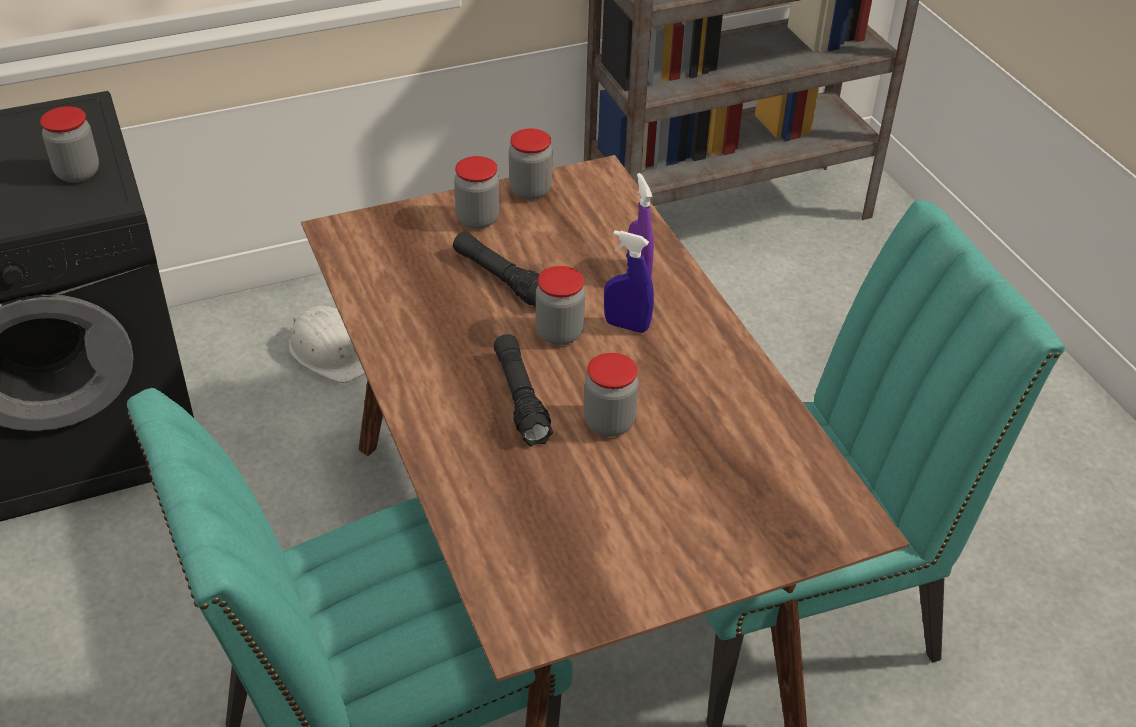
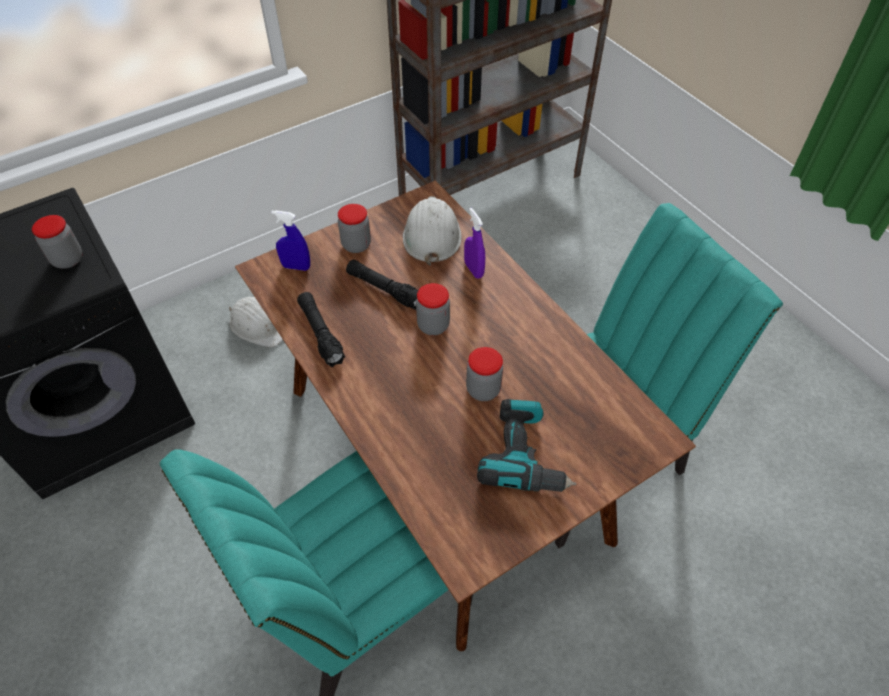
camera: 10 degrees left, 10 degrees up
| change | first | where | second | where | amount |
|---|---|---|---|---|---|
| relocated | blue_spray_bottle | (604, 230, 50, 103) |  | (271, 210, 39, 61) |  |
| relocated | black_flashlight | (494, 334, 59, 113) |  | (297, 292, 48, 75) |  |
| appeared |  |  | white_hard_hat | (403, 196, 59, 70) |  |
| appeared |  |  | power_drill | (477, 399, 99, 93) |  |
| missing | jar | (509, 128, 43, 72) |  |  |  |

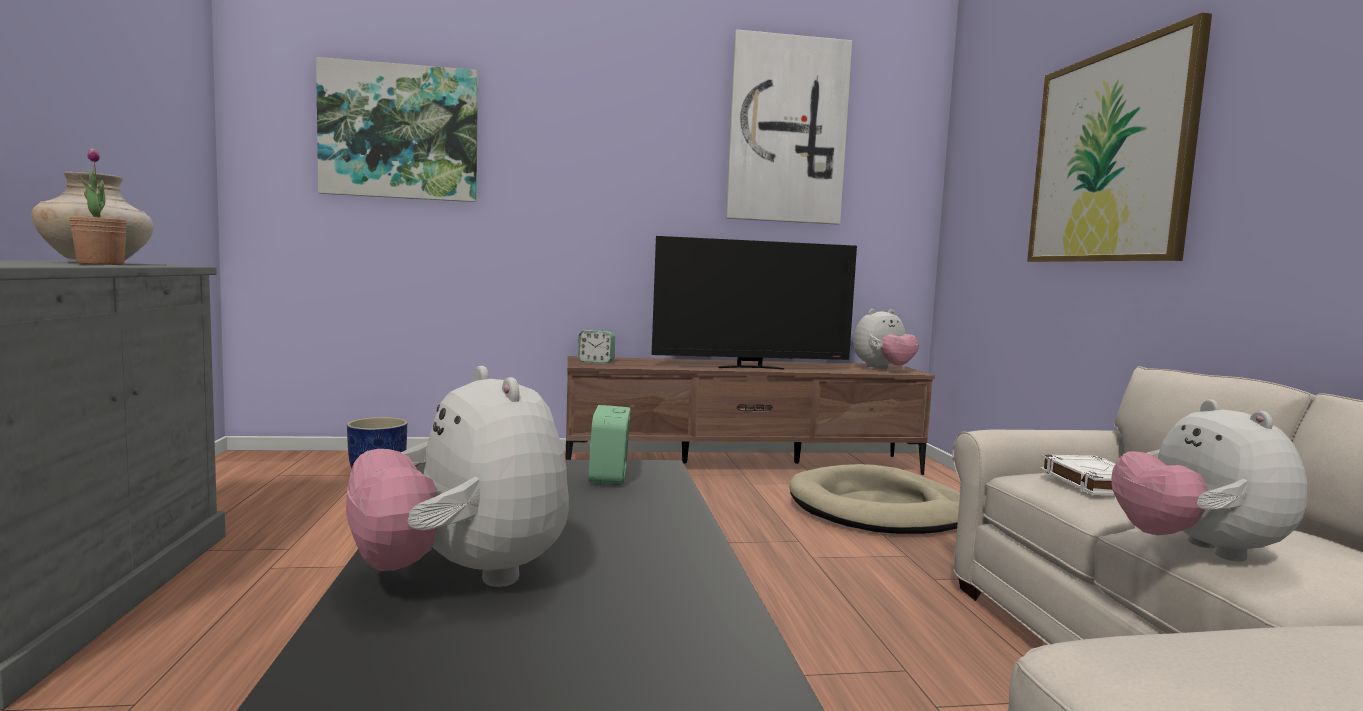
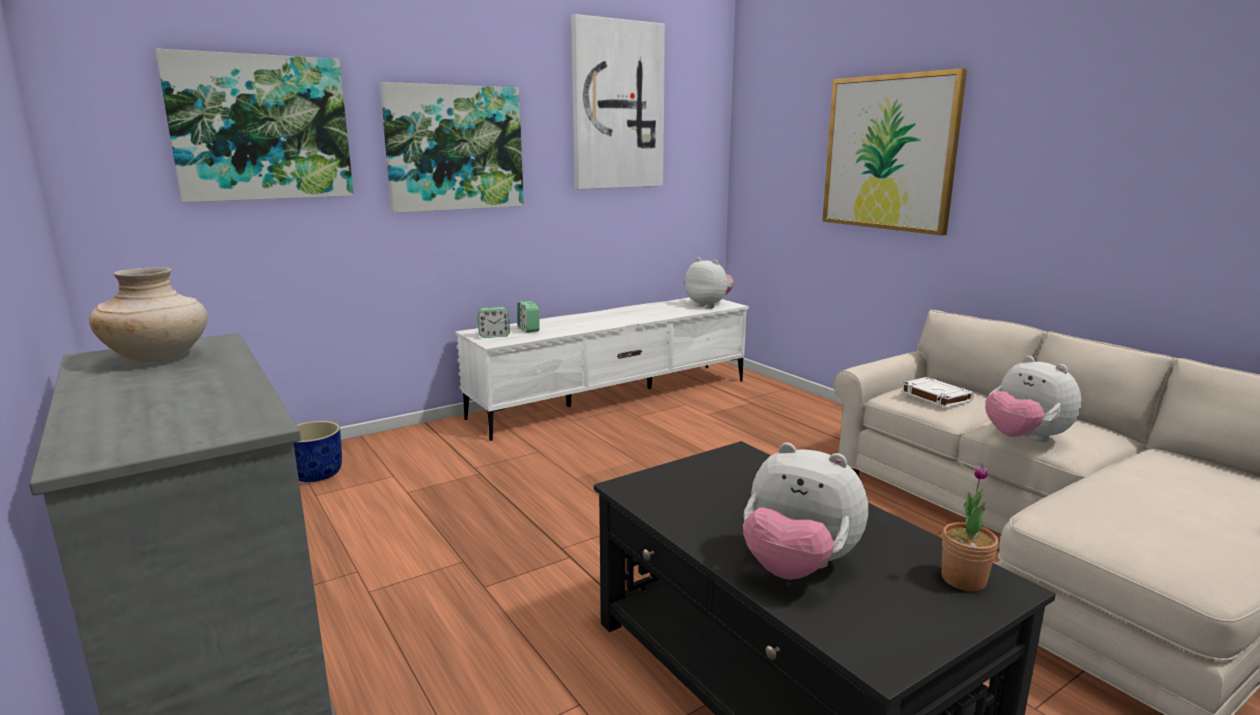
camera: 25 degrees left, 10 degrees up
| change | first | where | second | where | amount |
|---|---|---|---|---|---|
| appeared |  |  | picture | (380, 82, 144, 131) |  |
| colour | brown_tv_stand | (565, 356, 370, 119) | white_tv_stand | (455, 297, 294, 144) |  |
| relocated | alarm_clock | (588, 405, 43, 80) |  | (517, 301, 23, 32) |  |
| spun | plush_toy | (853, 309, 66, 60) |  | (685, 258, 49, 50) | 90 degrees counterclockwise |
| relocated | potted_plant | (70, 148, 57, 117) |  | (942, 463, 56, 128) |  |
| missing | television | (652, 236, 205, 134) |  |  |  |
| missing | beige_dog_bed | (789, 464, 171, 70) |  |  |  |

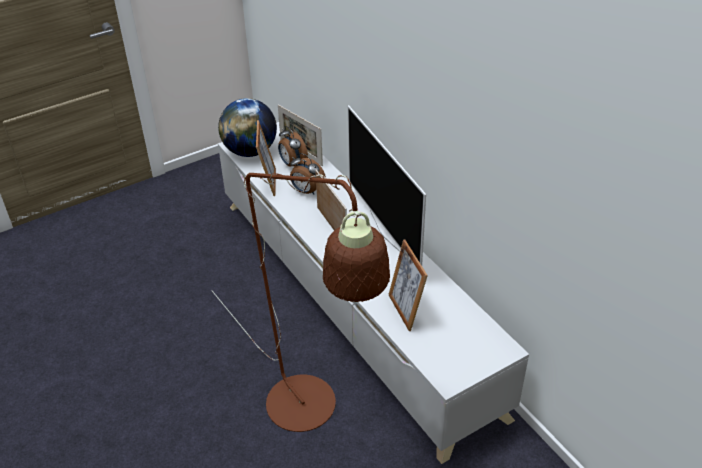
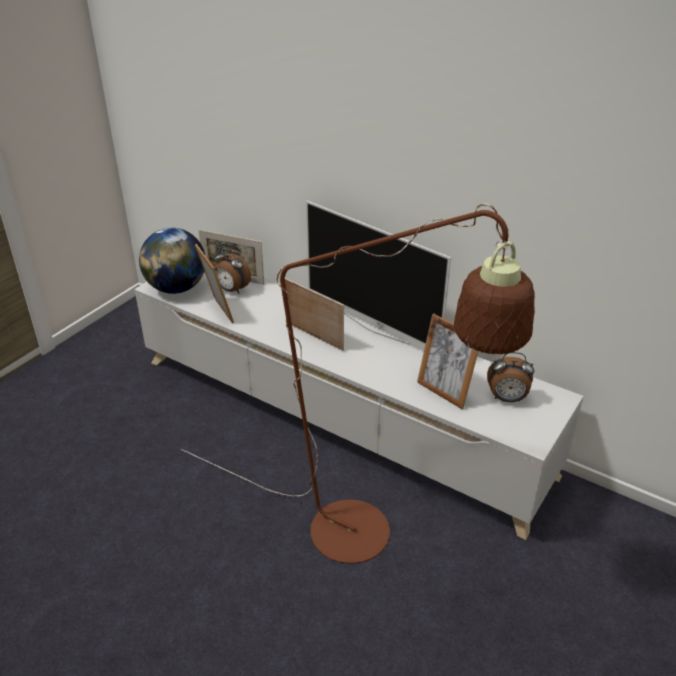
camera: 25 degrees left, 5 degrees down
| change | first | where | second | where | amount |
|---|---|---|---|---|---|
| relocated | alarm_clock | (290, 153, 36, 42) |  | (487, 352, 47, 50) |  |

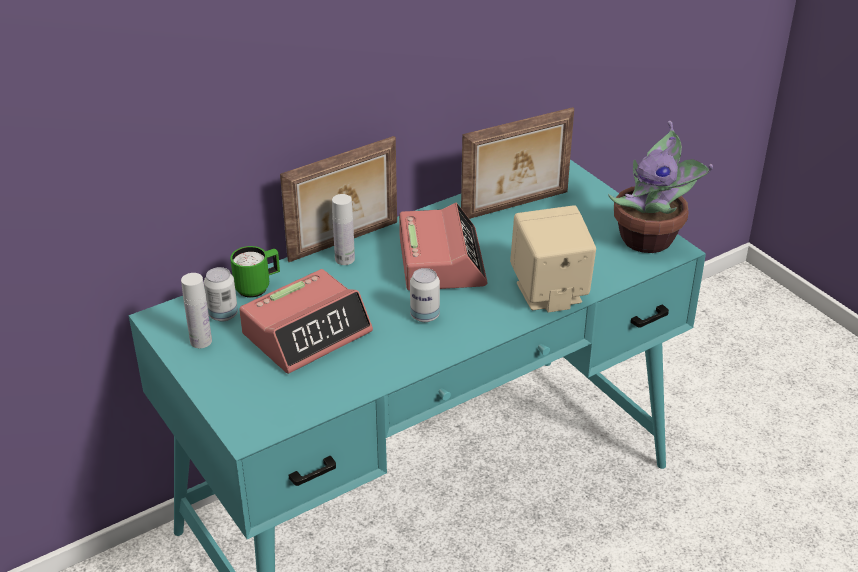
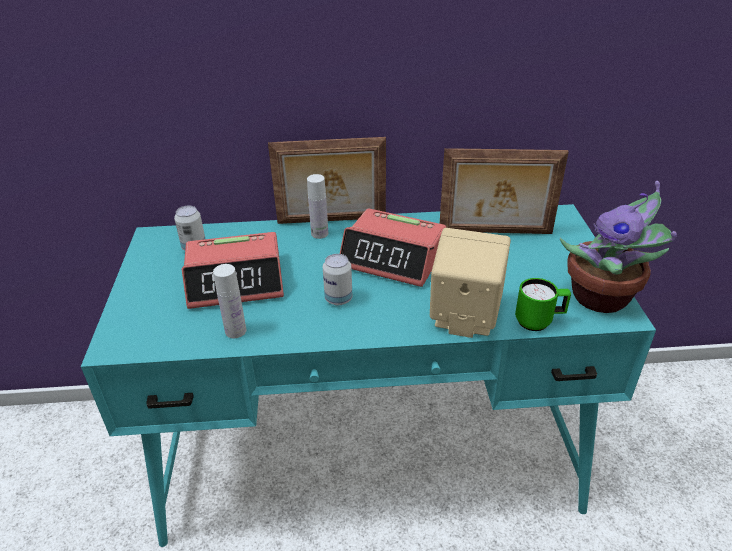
camera: 30 degrees right, 0 degrees up
| change | first | where | second | where | amount |
|---|---|---|---|---|---|
| relocated | white_bottle | (181, 273, 31, 75) |  | (213, 264, 33, 74) |  |
| spun | alarm_clock | (399, 203, 89, 88) |  | (340, 208, 106, 79) | 90 degrees clockwise |
| relocated | green_mug | (230, 246, 50, 52) |  | (515, 278, 56, 53) |  |

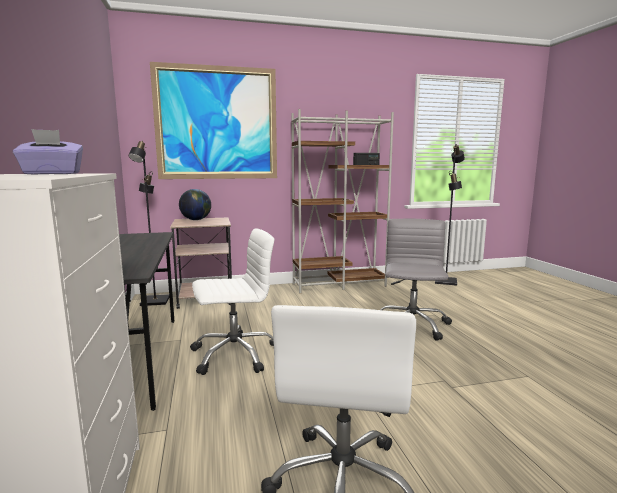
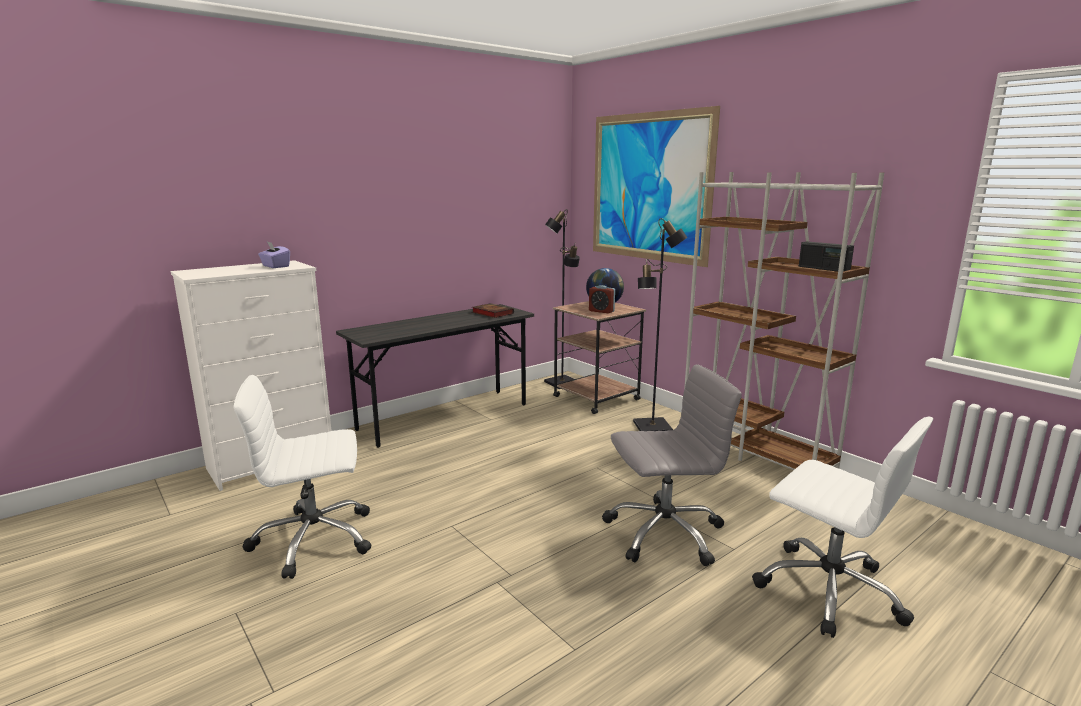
camera: 65 degrees right, 5 degrees up
| change | first | where | second | where | amount |
|---|---|---|---|---|---|
| appeared |  |  | book | (472, 303, 42, 15) |  |
| appeared |  |  | alarm_clock | (589, 285, 26, 29) |  |
| relocated | black_floor_lamp | (435, 144, 30, 142) |  | (633, 218, 54, 213) |  |
| relocated | white_office_chair | (190, 228, 85, 147) |  | (752, 417, 181, 221) |  |

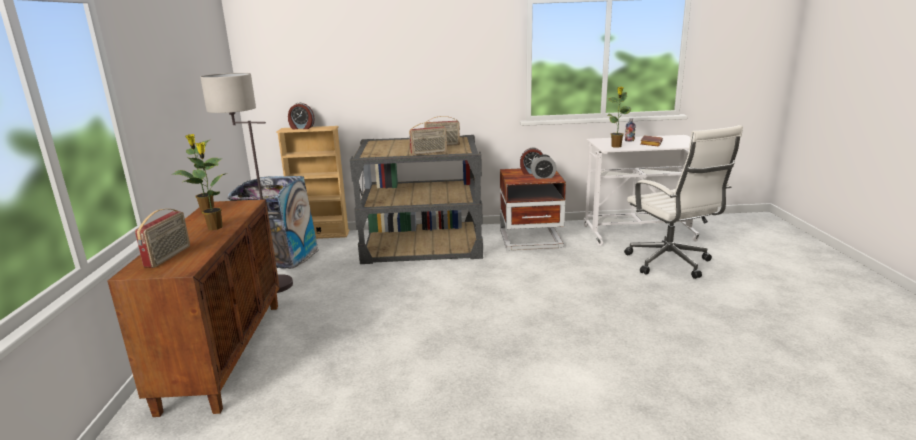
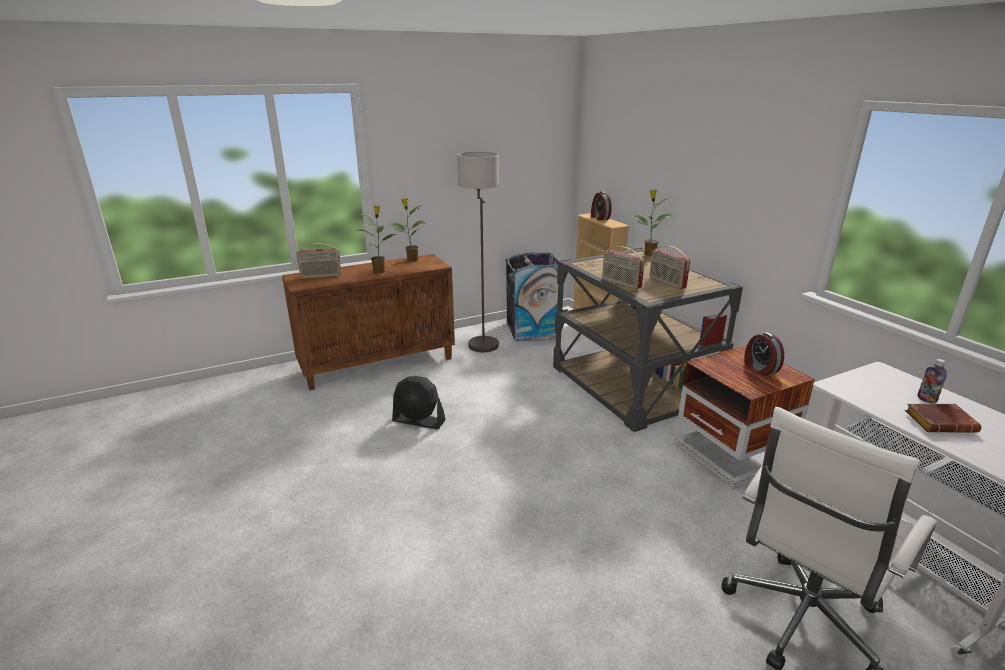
camera: 65 degrees right, 5 degrees up
| change | first | where | second | where | amount |
|---|---|---|---|---|---|
| appeared |  |  | black_fan | (392, 376, 54, 53) |  |
| relocated | potted_plant | (607, 87, 24, 61) |  | (631, 189, 43, 67) |  |
| missing | alarm_clock | (530, 154, 27, 25) |  |  |  |

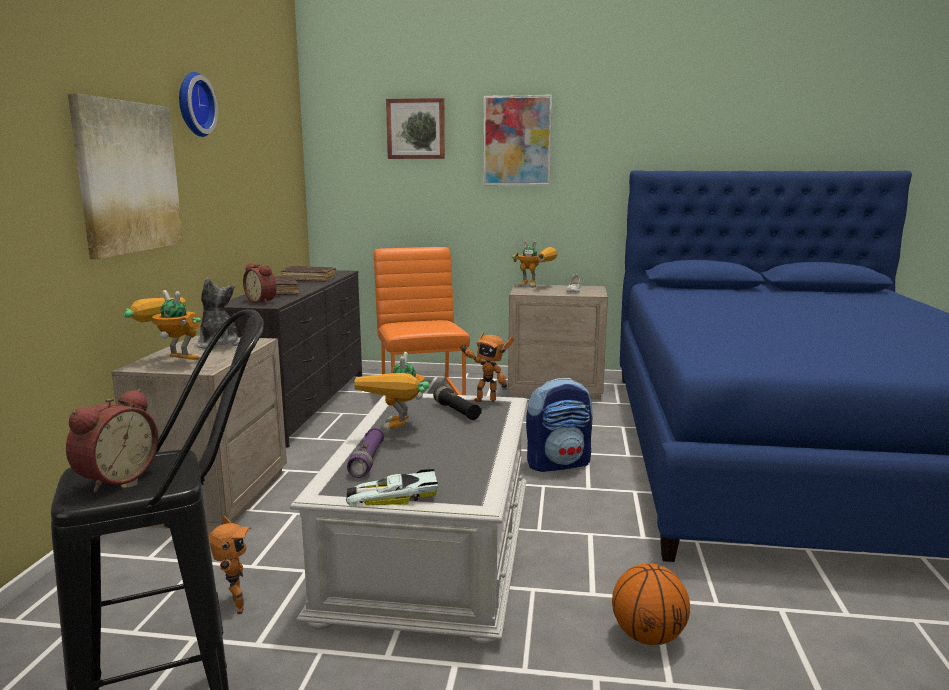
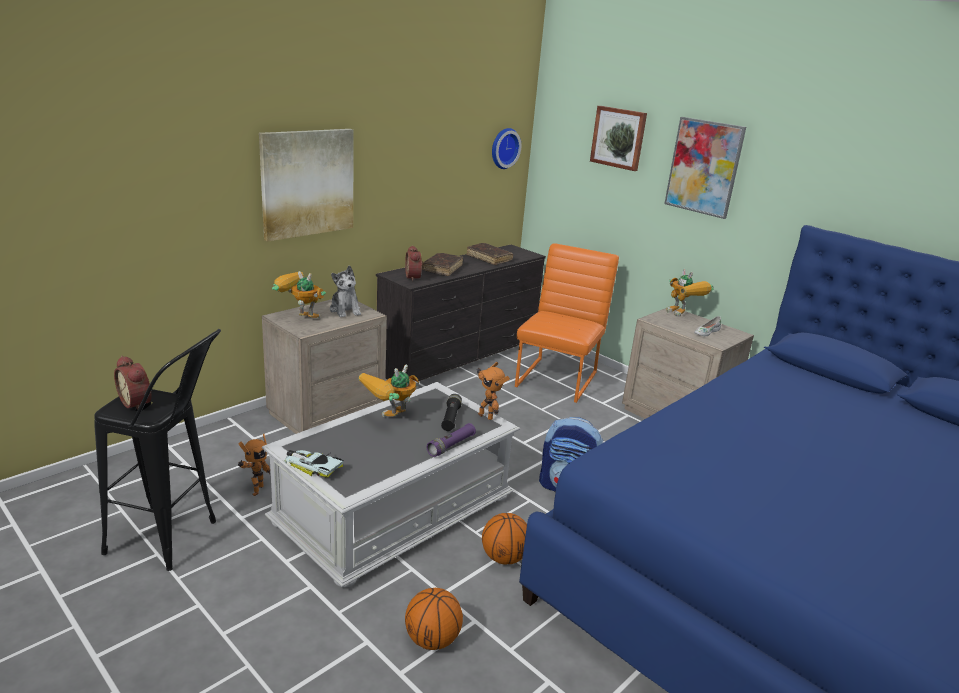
camera: 35 degrees right, 10 degrees up
| change | first | where | second | where | amount |
|---|---|---|---|---|---|
| spun | alarm_clock | (66, 389, 92, 103) |  | (114, 356, 37, 54) | 75 degrees clockwise |
| spun | toy_robot | (124, 290, 78, 70) |  | (272, 271, 54, 47) | 45 degrees counterclockwise |
| spun | plush_toy | (197, 278, 43, 71) |  | (330, 265, 31, 52) | 150 degrees clockwise |
| relocated | purple_flashlight | (347, 428, 37, 50) |  | (427, 423, 49, 34) |  |
| appeared |  |  | basketball | (482, 513, 45, 52) |  |
| relocated | wall_clock | (179, 72, 39, 65) |  | (492, 128, 29, 41) |  |

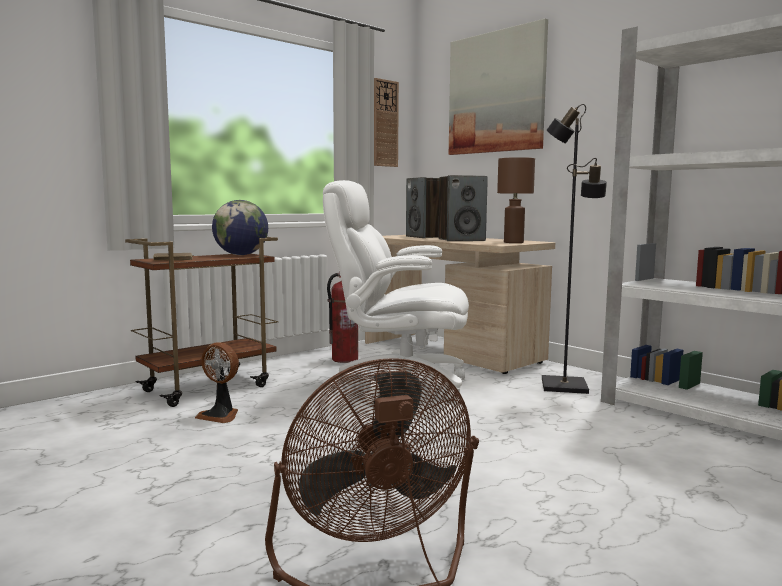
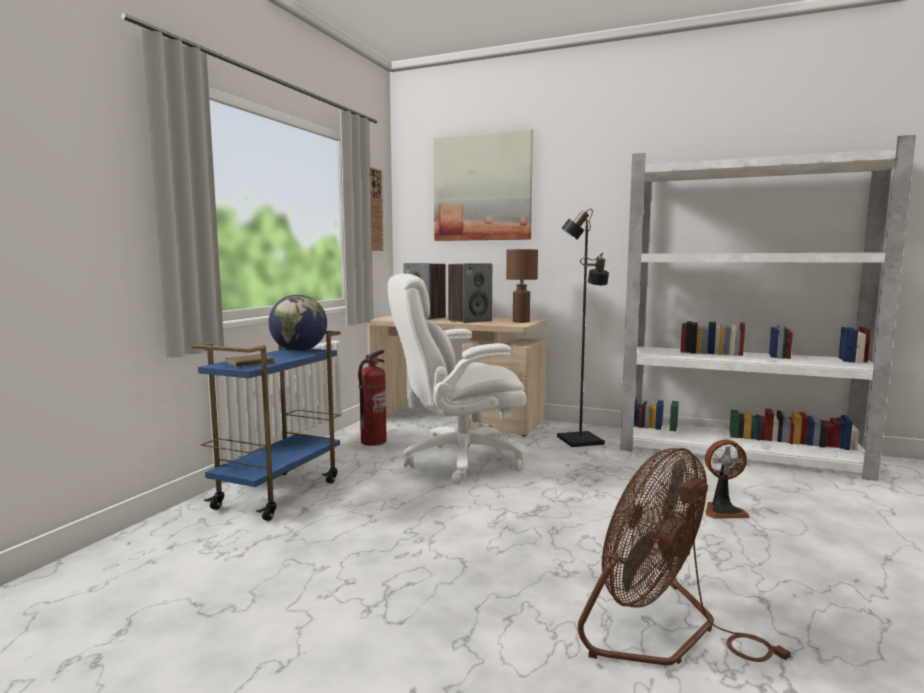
camera: 25 degrees left, 0 degrees up
| change | first | where | second | where | amount |
|---|---|---|---|---|---|
| colour | brown_cart | (125, 237, 154, 170) | blue_cart | (191, 331, 150, 190) |  |
| relocated | fan | (195, 342, 44, 81) |  | (705, 440, 44, 79) |  |

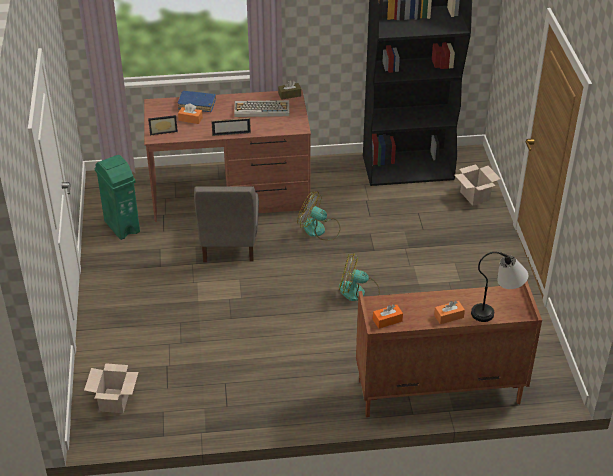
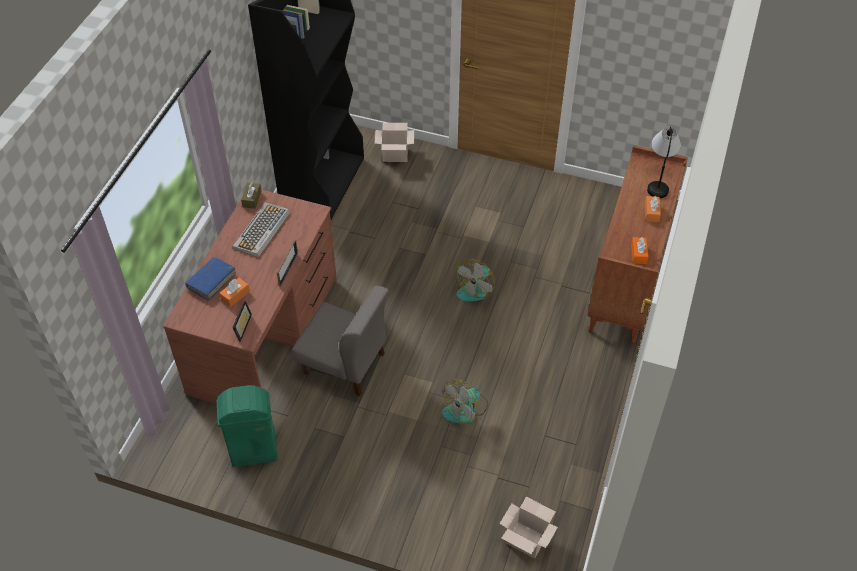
camera: 65 degrees left, 10 degrees up
| change | first | where | second | where | amount |
|---|---|---|---|---|---|
| relocated | fan | (297, 191, 43, 49) |  | (441, 379, 47, 45) |  |

